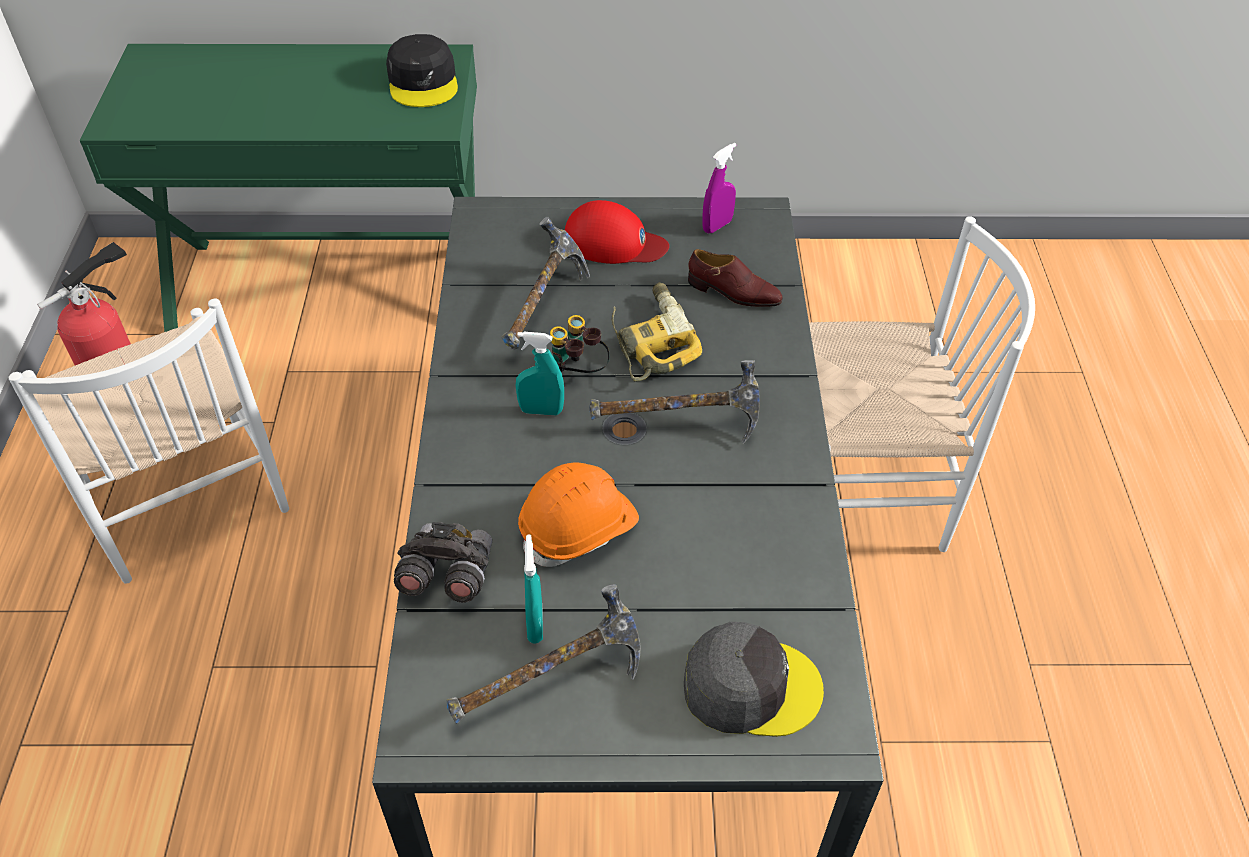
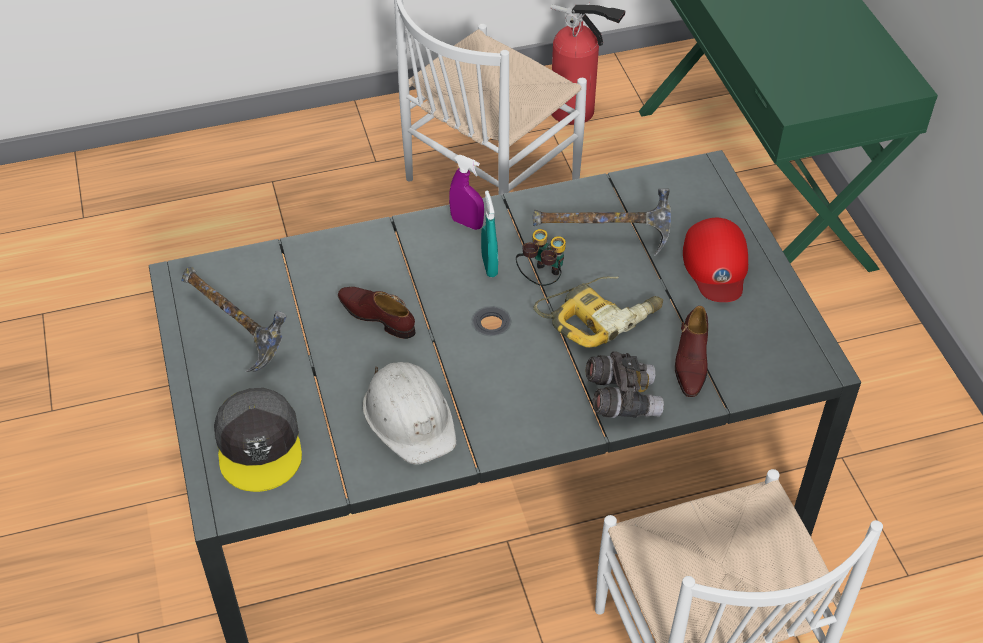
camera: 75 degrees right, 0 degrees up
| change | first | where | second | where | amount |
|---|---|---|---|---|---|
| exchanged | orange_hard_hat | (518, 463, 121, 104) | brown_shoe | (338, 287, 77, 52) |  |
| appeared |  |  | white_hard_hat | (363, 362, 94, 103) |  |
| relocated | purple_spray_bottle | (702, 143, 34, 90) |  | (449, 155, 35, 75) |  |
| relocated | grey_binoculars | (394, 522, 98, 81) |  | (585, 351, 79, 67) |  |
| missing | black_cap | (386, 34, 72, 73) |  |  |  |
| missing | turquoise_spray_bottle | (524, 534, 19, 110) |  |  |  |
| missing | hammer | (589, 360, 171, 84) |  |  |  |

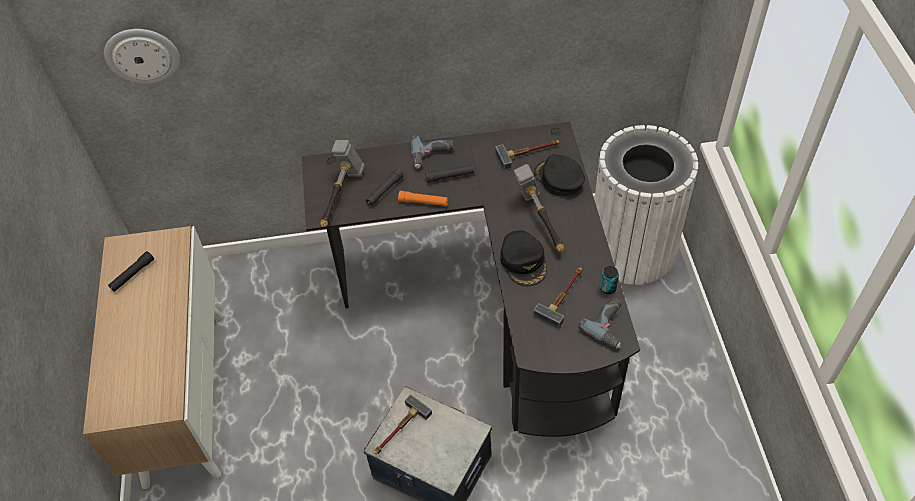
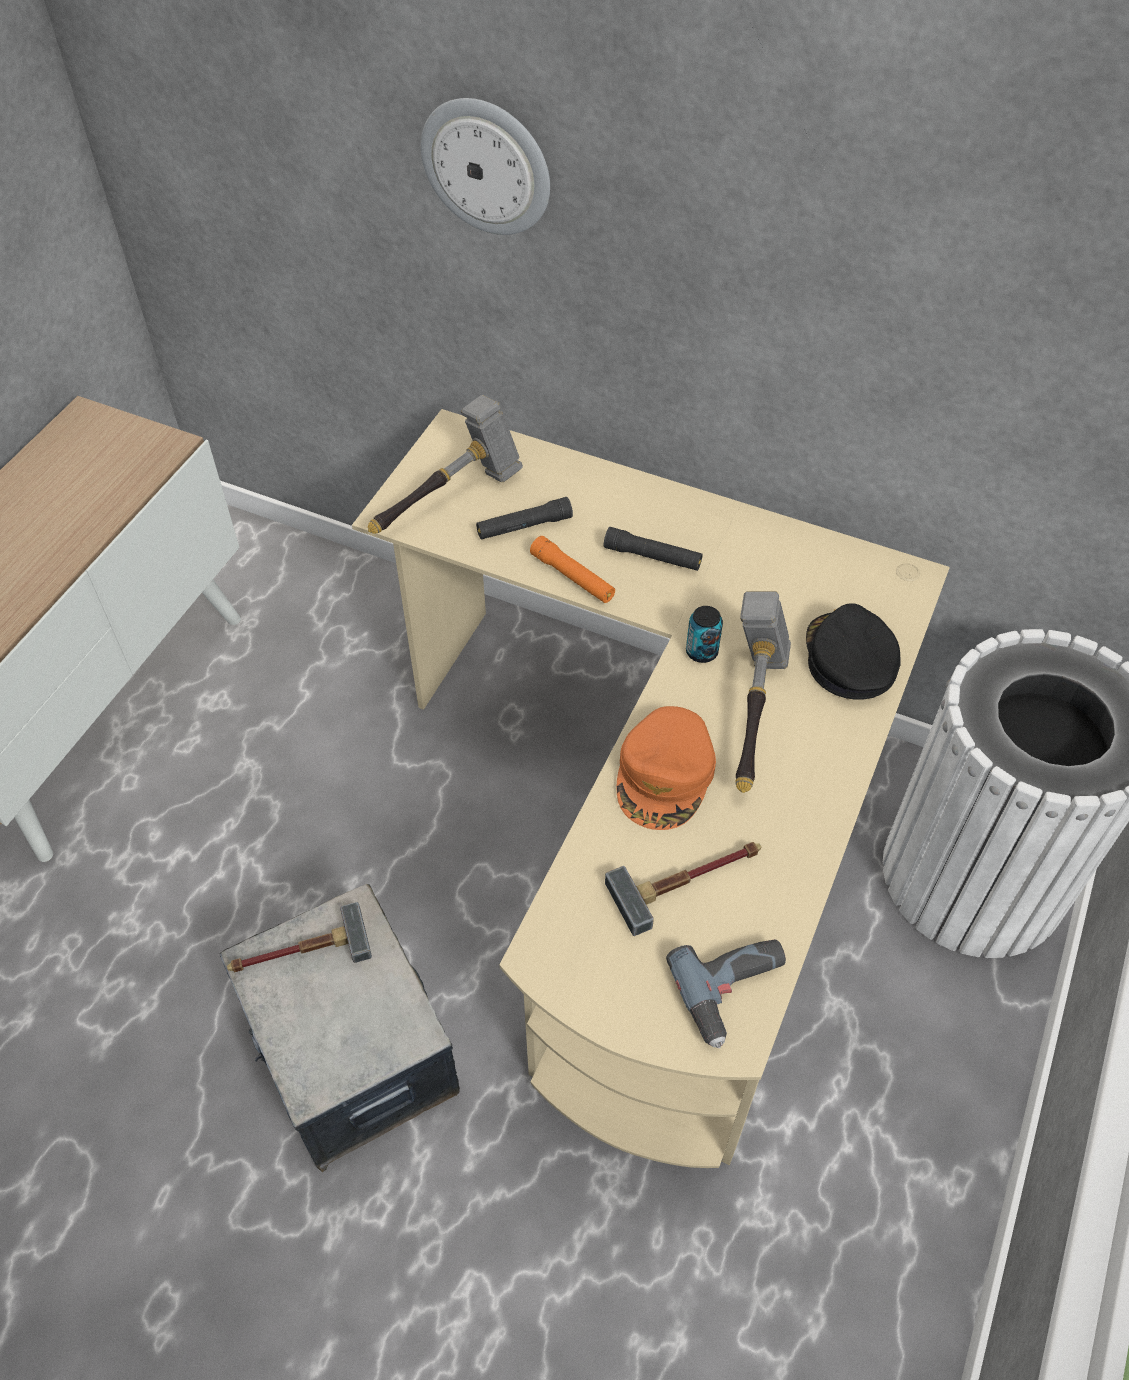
camera: 30 degrees right, 0 degrees up
| change | first | where | second | where | amount |
|---|---|---|---|---|---|
| colour | black_desk | (302, 122, 338, 315) | beige_desk | (352, 409, 598, 759) |  |
| relocated | wall_clock | (104, 29, 76, 55) |  | (421, 98, 129, 137) |  |
| colour | black_cap | (500, 230, 47, 56) | orange_cap | (617, 706, 99, 124) |  |
| relocated | can | (600, 266, 19, 28) |  | (686, 606, 37, 57) |  |
| missing | black_flashlight | (108, 251, 46, 41) |  |  |  |
| missing | power_drill | (411, 135, 42, 34) |  |  |  |
| missing | hammer | (495, 140, 64, 30) |  |  |  |

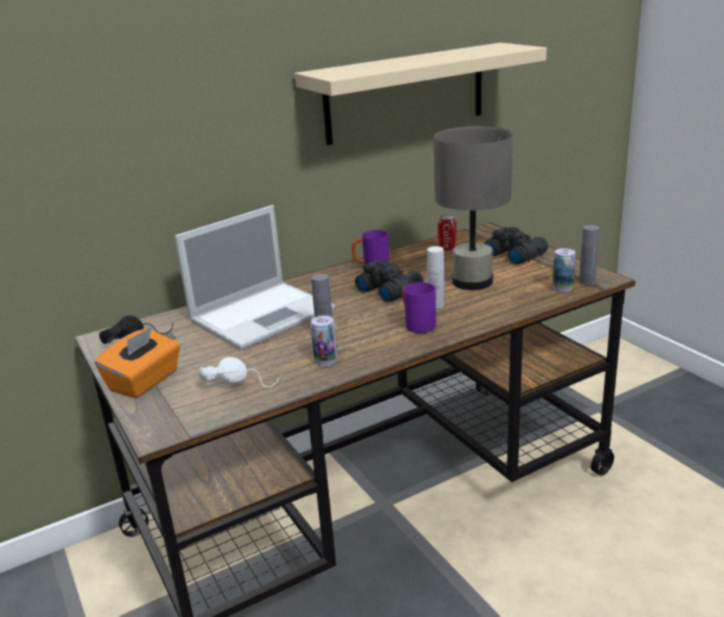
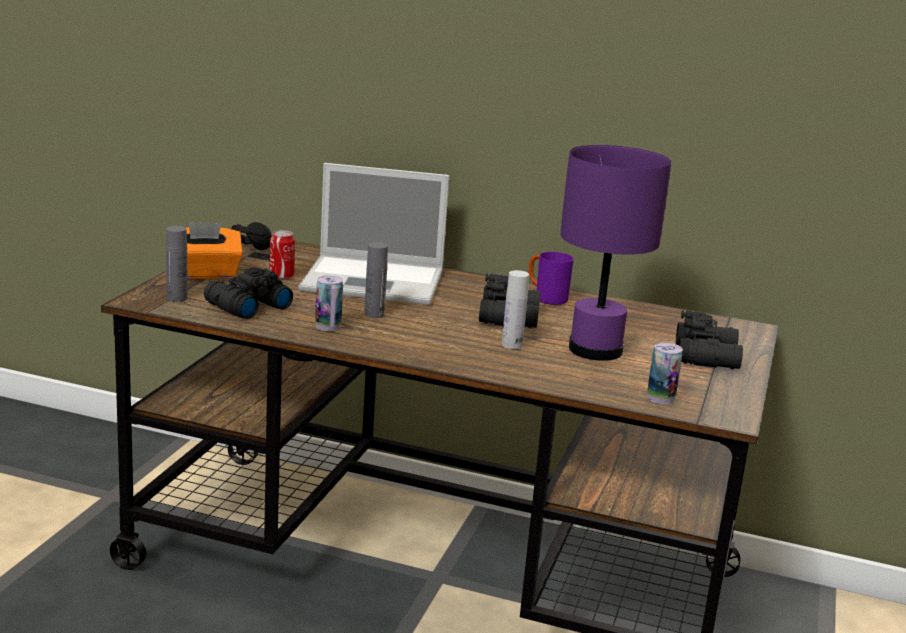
camera: 45 degrees right, 5 degrees down
| change | first | where | second | where | amount |
|---|---|---|---|---|---|
| relocated | grey_bottle | (579, 225, 20, 60) |  | (166, 226, 22, 76) |  |
| exchanged | white_headphones | (199, 357, 80, 31) | black_binoculars | (204, 268, 89, 51) |  |
| relocated | can | (438, 214, 19, 38) |  | (269, 230, 26, 49) |  |
| colour | grey_table_lamp | (434, 126, 78, 164) | purple_table_lamp | (561, 145, 110, 216) |  |
| missing | beige_shelf | (295, 43, 252, 102) |  |  |  |
| missing | purple_mug | (402, 282, 34, 51) |  |  |  |

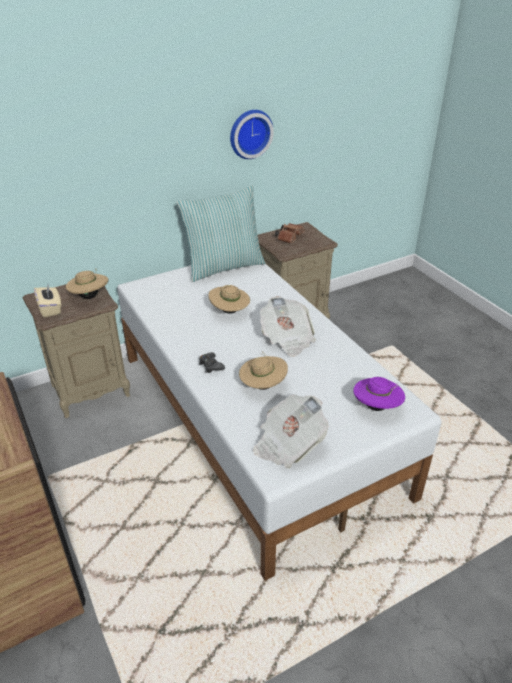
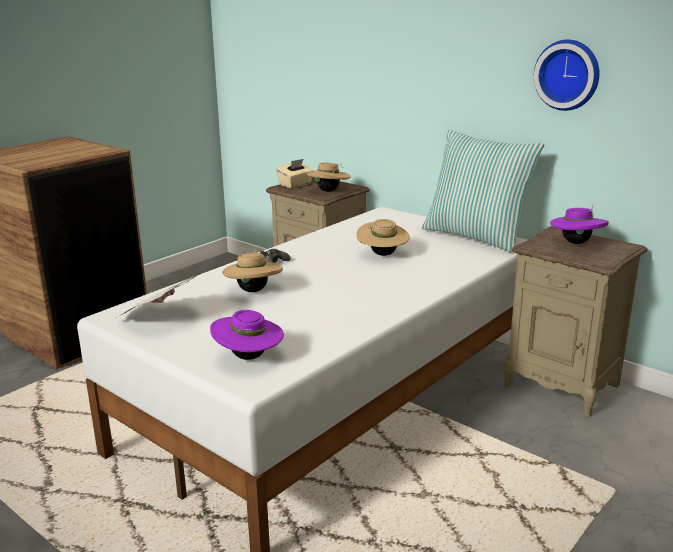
camera: 70 degrees right, 15 degrees down
| change | first | where | second | where | amount |
|---|---|---|---|---|---|
| exchanged | brown_binoculars | (275, 223, 30, 21) | purple_hat | (550, 205, 59, 39) |  |
| missing | newspaper | (260, 296, 56, 61) |  |  |  |

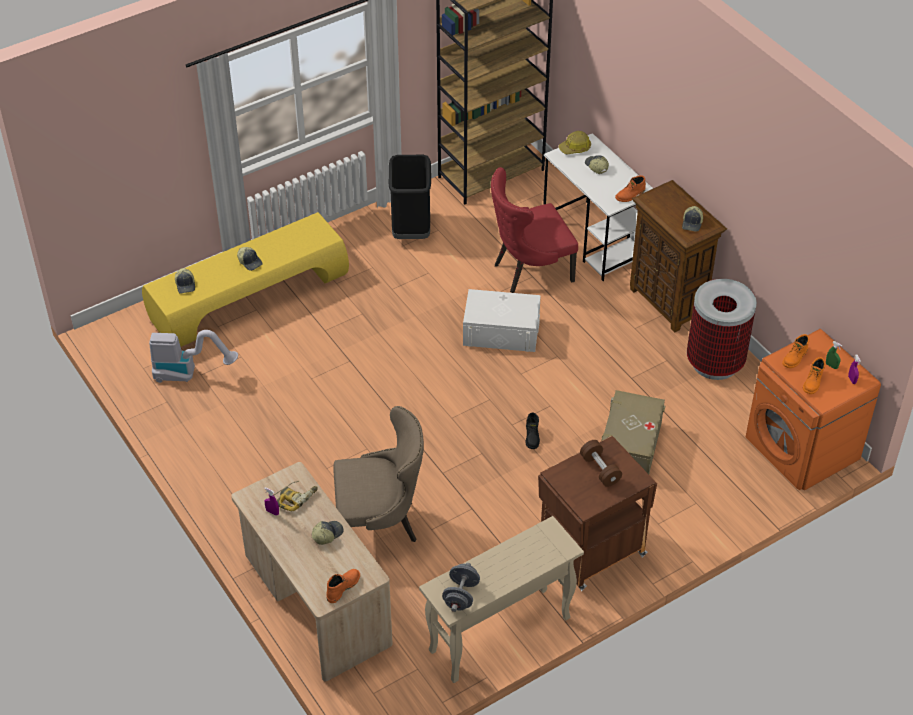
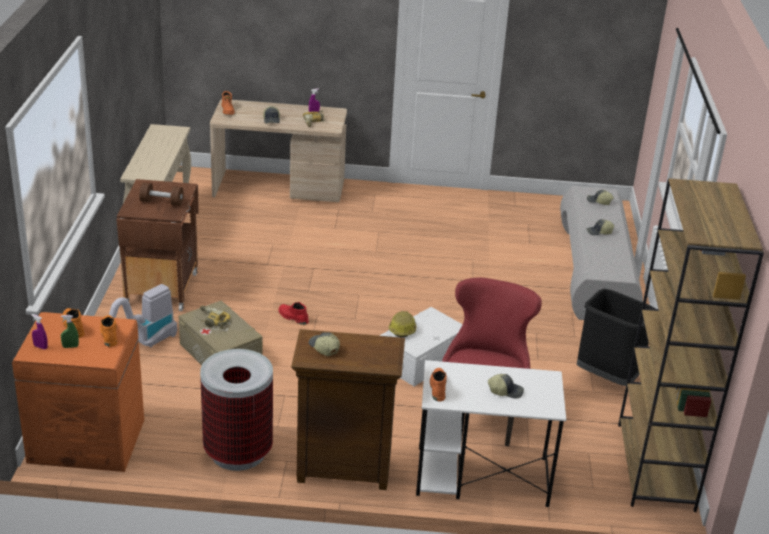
camera: 125 degrees right, 15 degrees down
| change | first | where | second | where | amount |
|---|---|---|---|---|---|
| relocated | vacuum_cleaner | (149, 330, 89, 53) |  | (109, 284, 68, 64) |  |
| appeared |  |  | power_drill | (197, 306, 34, 23) |  |
| colour | black_boot | (526, 412, 14, 37) | red_boot | (279, 302, 30, 23) |  |
| relocated | hard_hat | (558, 131, 33, 24) |  | (388, 311, 28, 26) |  |
| colour | yellow_bench | (142, 212, 207, 135) | grey_bench | (560, 186, 83, 134) |  |
| missing | beige_chair | (333, 406, 91, 136) |  |  |  |
| missing | grey_dumbbell | (442, 563, 38, 49) |  |  |  |

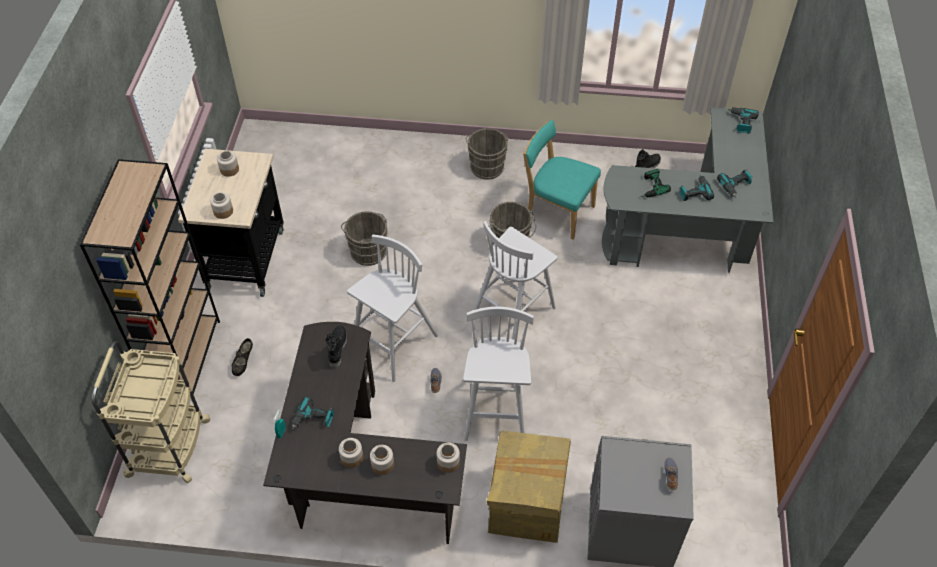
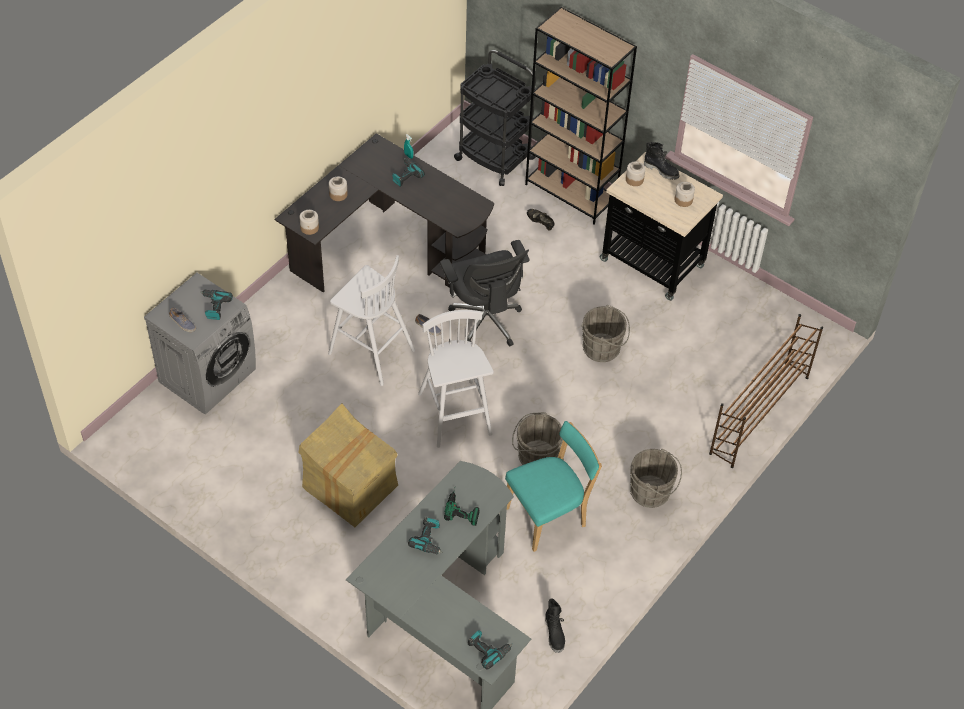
camera: 120 degrees right, 0 degrees up
| change | first | where | second | where | amount |
|---|---|---|---|---|---|
| relocated | power_drill | (717, 169, 36, 28) |  | (200, 290, 33, 30) |  |
| relocated | cardboard_box | (487, 431, 84, 112) |  | (298, 403, 100, 124) |  |
| exchanged | white_stool | (347, 235, 91, 147) | office_chair | (440, 240, 90, 106) |  |
| colour | beige_cart | (92, 341, 118, 142) | black_cart | (454, 50, 82, 136) |  |
| relocated | black_boot | (325, 325, 22, 43) |  | (644, 142, 36, 38) |  |
| appeared |  |  | brown_shoe_rack | (709, 314, 114, 154) |  |
| missing | jar | (339, 438, 24, 30) |  |  |  |

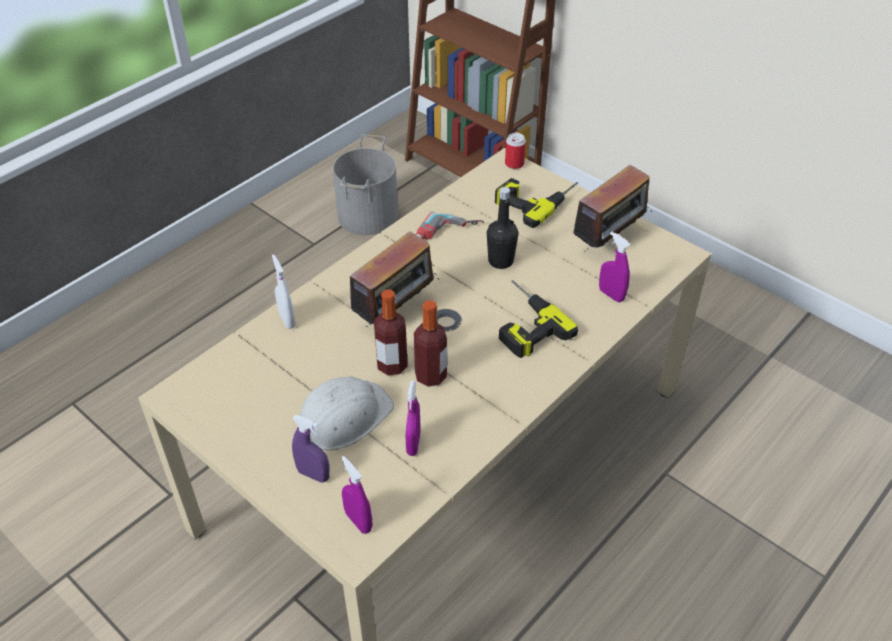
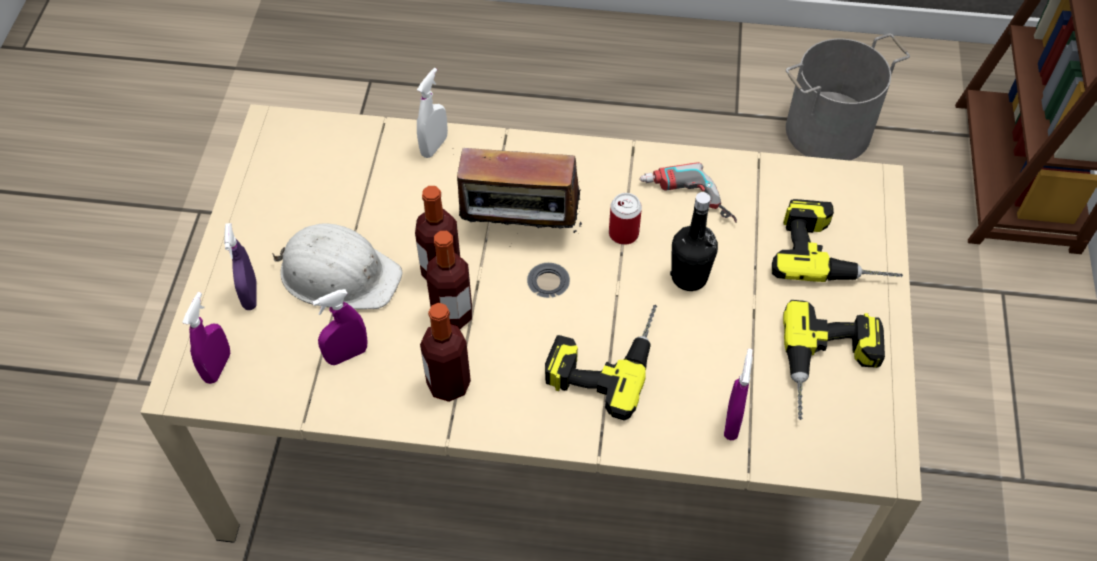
camera: 55 degrees right, 10 degrees up
| change | first | where | second | where | amount |
|---|---|---|---|---|---|
| appeared |  |  | bottle | (420, 303, 51, 99) |  |
| relocated | can | (505, 133, 21, 36) |  | (609, 193, 33, 52) |  |
| exchanged | radio | (573, 165, 79, 85) | power_drill | (783, 300, 102, 120) |  |

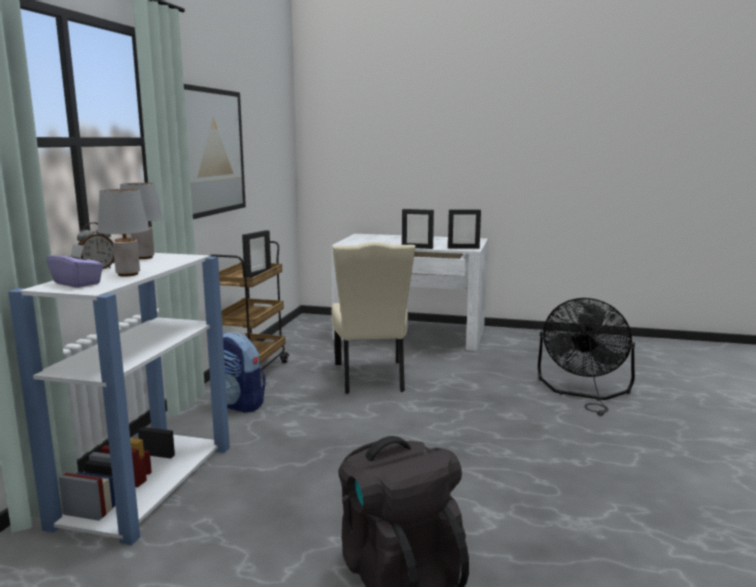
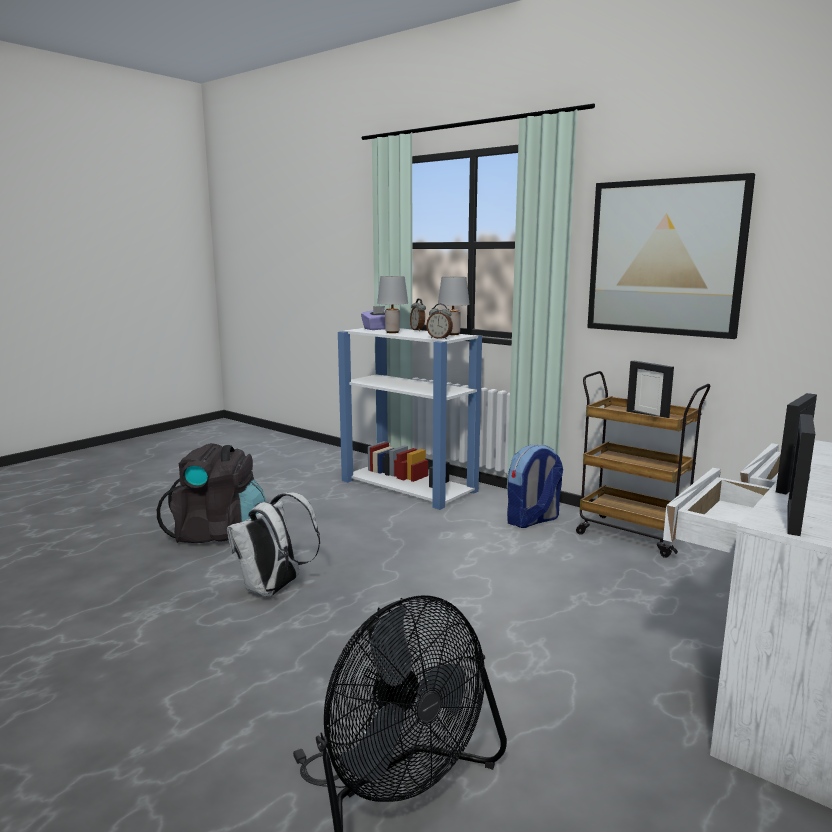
camera: 115 degrees right, 0 degrees up
| change | first | where | second | where | amount |
|---|---|---|---|---|---|
| appeared |  |  | white_backpack | (227, 492, 93, 105) |  |
| appeared |  |  | alarm_clock | (426, 304, 27, 35) |  |
| missing | beige_chair | (331, 242, 84, 152) |  |  |  |

